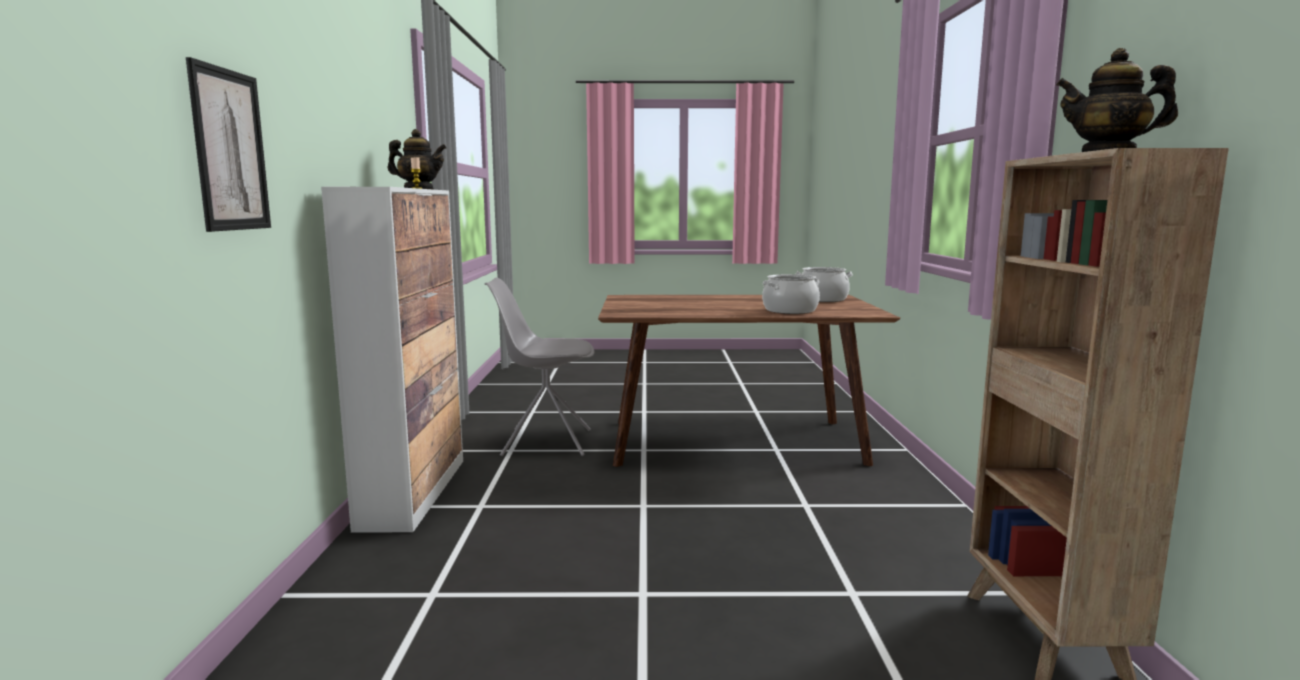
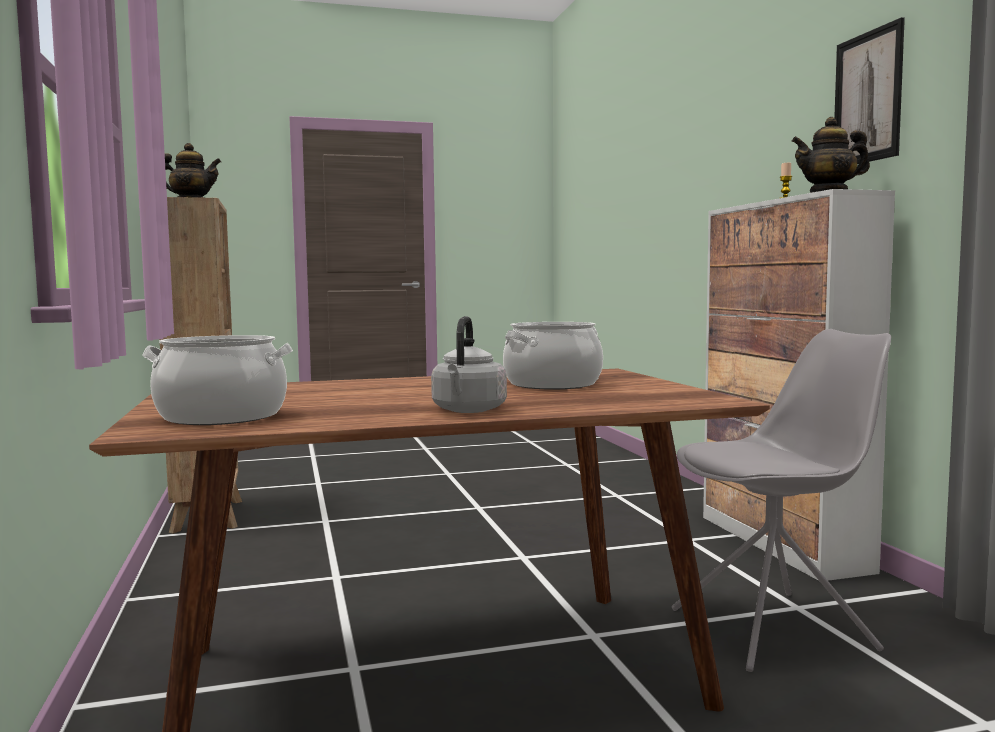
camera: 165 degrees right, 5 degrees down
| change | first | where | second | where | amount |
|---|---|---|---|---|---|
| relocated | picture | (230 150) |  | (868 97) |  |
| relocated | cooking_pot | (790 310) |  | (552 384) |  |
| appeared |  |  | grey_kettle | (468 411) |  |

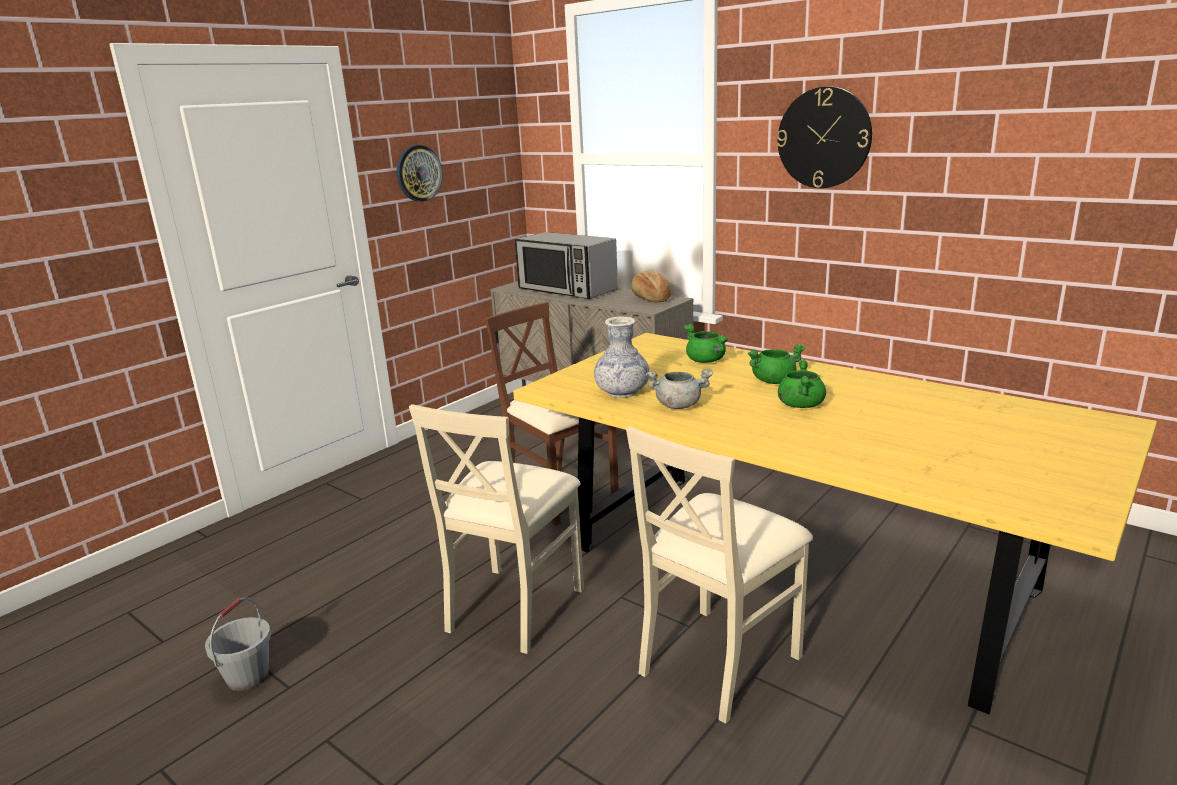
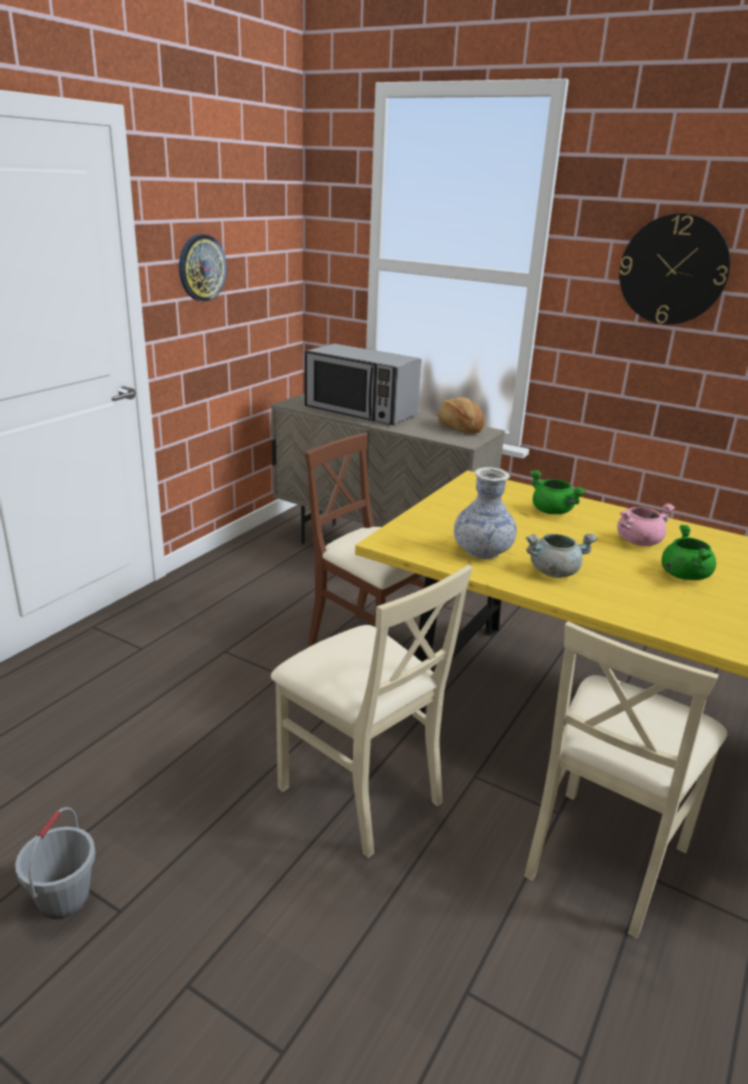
camera: 10 degrees left, 5 degrees up
| change | first | where | second | where | amount |
|---|---|---|---|---|---|
| colour | green_cooking_pot | (774 381) | pink_cooking_pot | (638 541) |  |
| spun | beige_chair | (514 607) |  | (360 791) | 60 degrees counterclockwise |

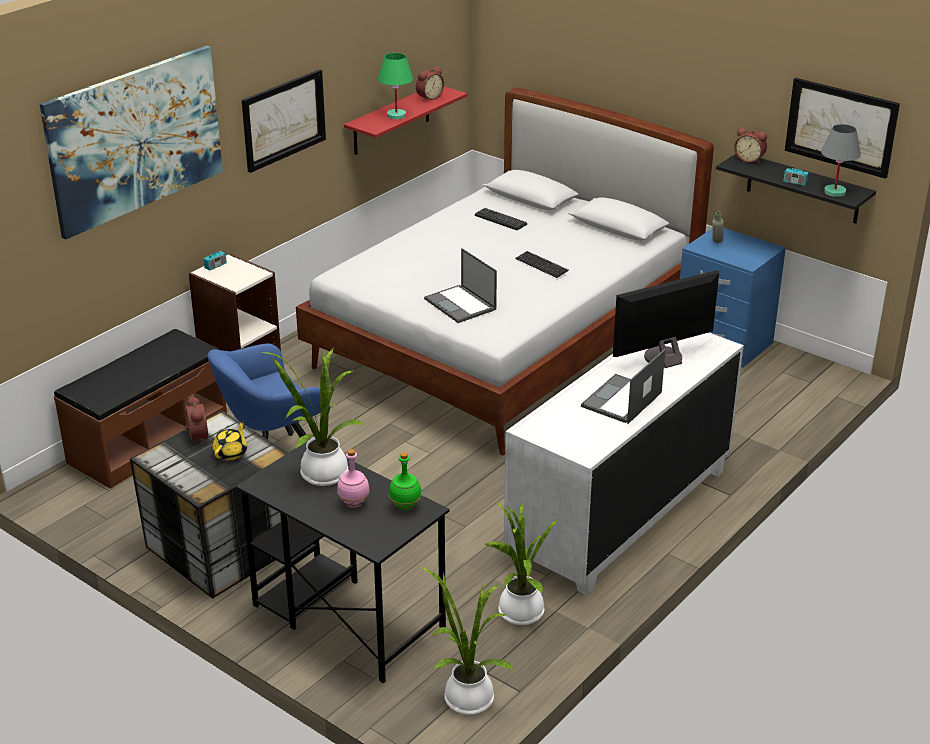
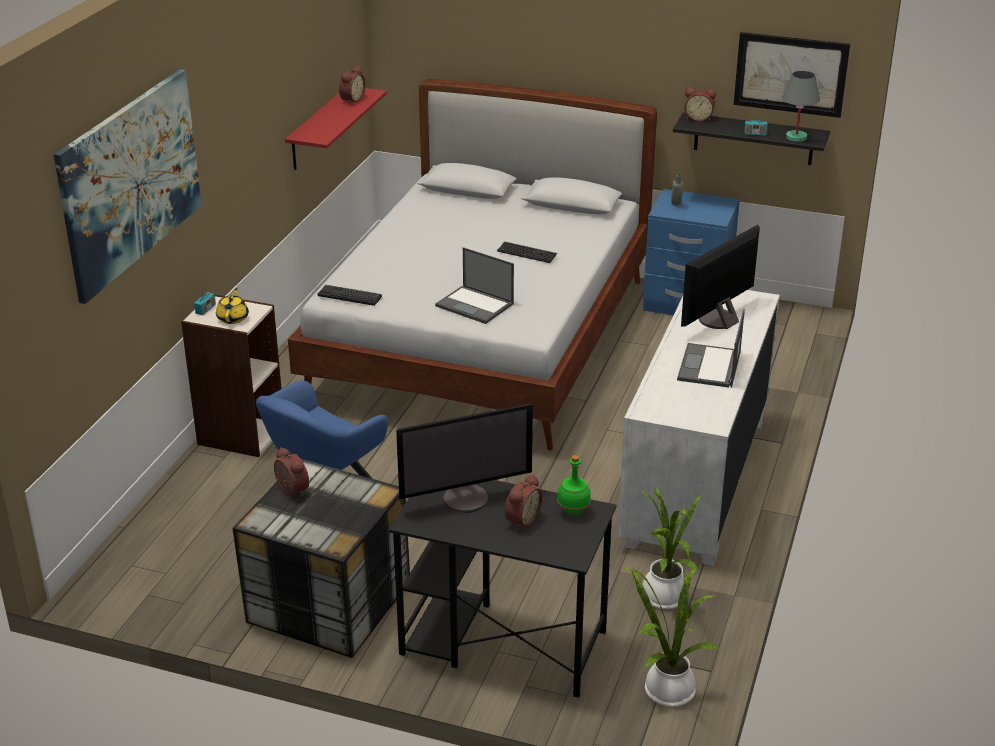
camera: 20 degrees left, 0 degrees up
| change | first | where | second | where | amount |
|---|---|---|---|---|---|
| missing | green_table_lamp | (396 115) |  |  |  |
| missing | picture | (283 119) |  |  |  |
| relocated | keyboard | (500 220) |  | (349 296) |  |
| missing | brown_bench | (148 440) |  |  |  |
| exchanged | potted_plant | (320 473) | monitor | (466 498) |  |
| relocated | yellow_teapot | (231 453) |  | (233 318) |  |
| exchanged | pink_bottle | (354 503) | alarm_clock | (521 519) |  |

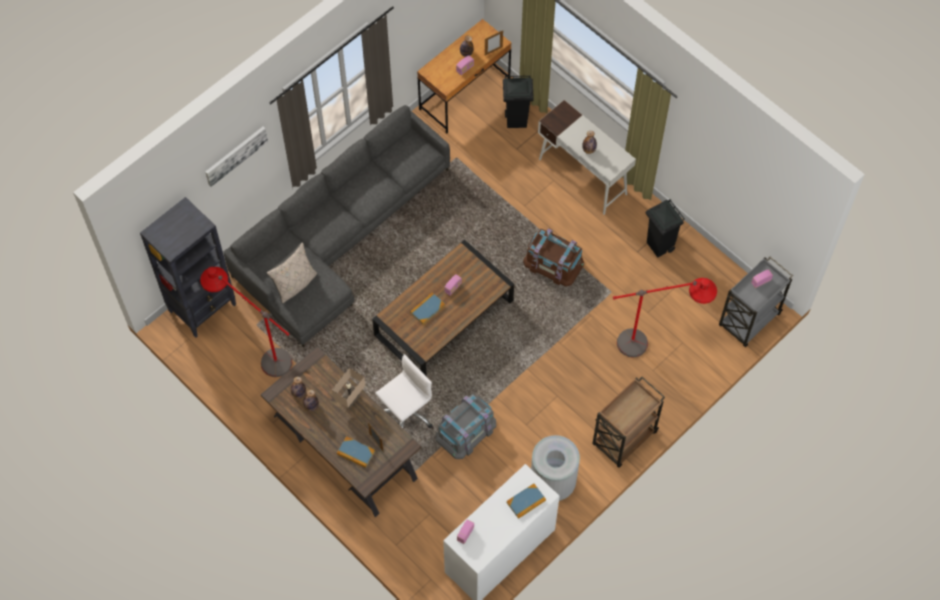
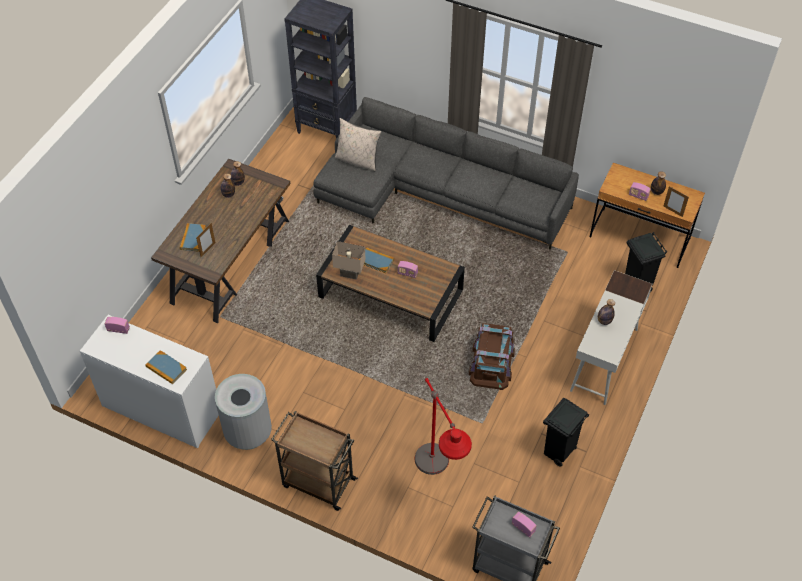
camera: 70 degrees right, 10 degrees down
| change | first | where | second | where | amount |
|---|---|---|---|---|---|
| missing | picture | (235 155) |  |  |  |
| missing | red_floor_lamp | (258 352) |  |  |  |
| missing | white_office_chair | (405 413) |  |  |  |
| relocated | beige_table_lamp | (349 398) |  | (350 273) |  |
| missing | grey_storage_box | (466 431) |  |  |  |

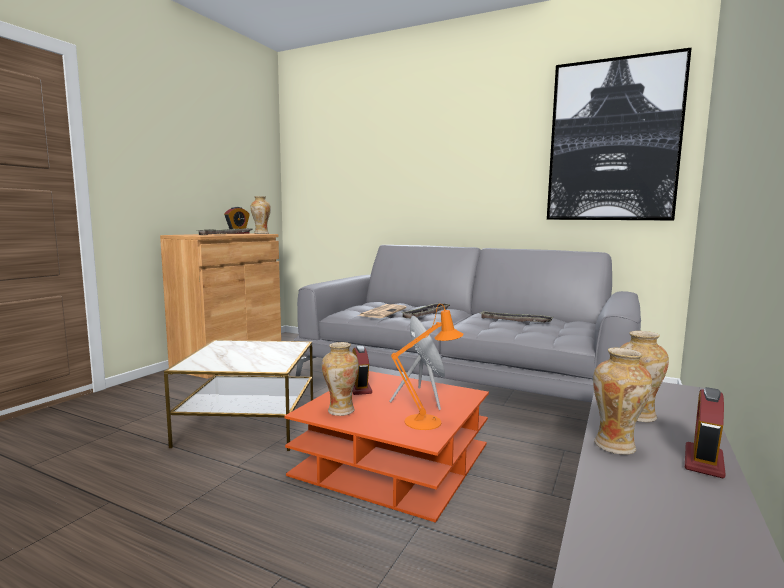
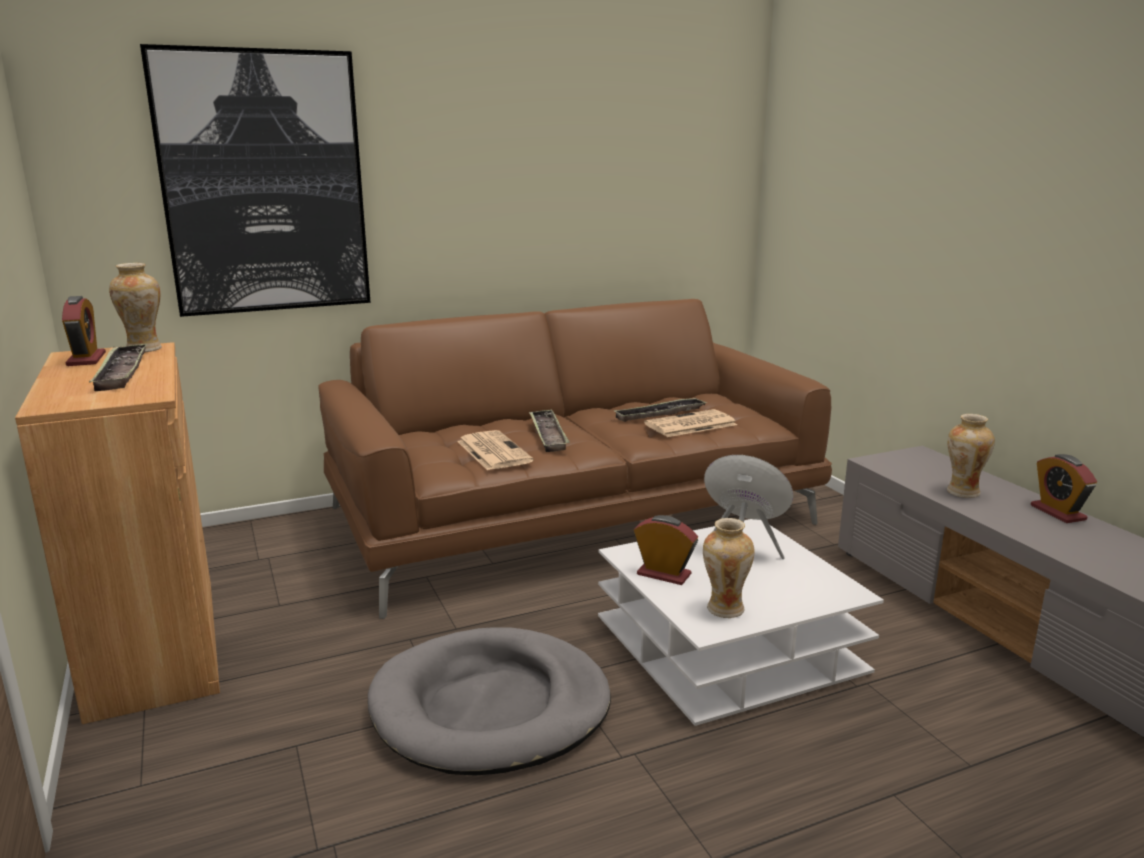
camera: 50 degrees left, 10 degrees up
| change | first | where | second | where | amount |
|---|---|---|---|---|---|
| relocated | picture | (613 141) |  | (264 184) |  |
| colour | grey_sofa | (463 381) | brown_sofa | (575 516) |  |
| missing | orange_table_lamp | (428 421) |  |  |  |
| exchanged | side_table | (249 423) | grey_dog_bed | (490 707) |  |
| missing | vase | (616 446) |  |  |  |
| colour | orange_coffee_table | (393 461) | white_coffee_table | (728 645) |  |
| appeared |  |  | newspaper | (689 425) |  |

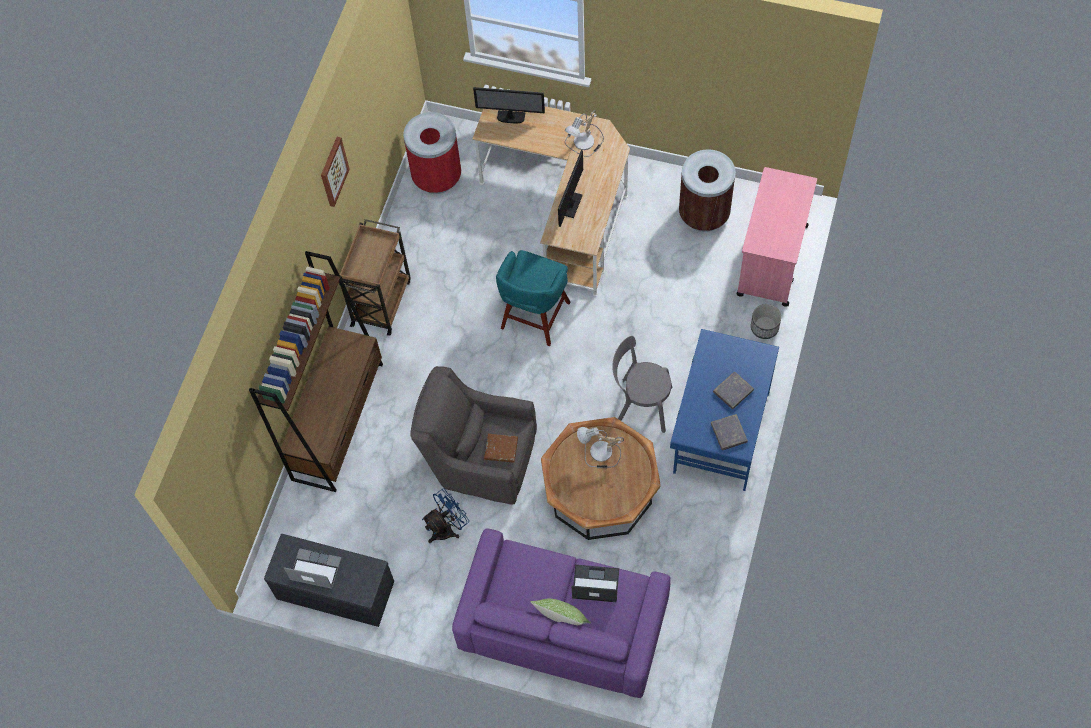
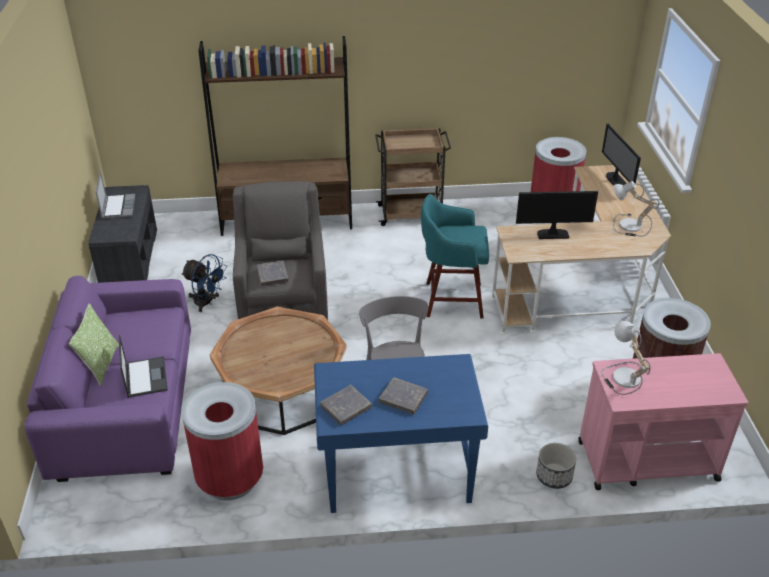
camera: 65 degrees right, 25 degrees down
| change | first | where | second | where | amount |
|---|---|---|---|---|---|
| missing | picture | (333 171) |  |  |  |
| relocated | table_lamp | (599 453) |  | (623 377) |  |
| colour | brown_book | (501 449) | grey_book | (272 275) |  |
| appeared |  |  | red_trash_can | (229 478) |  |

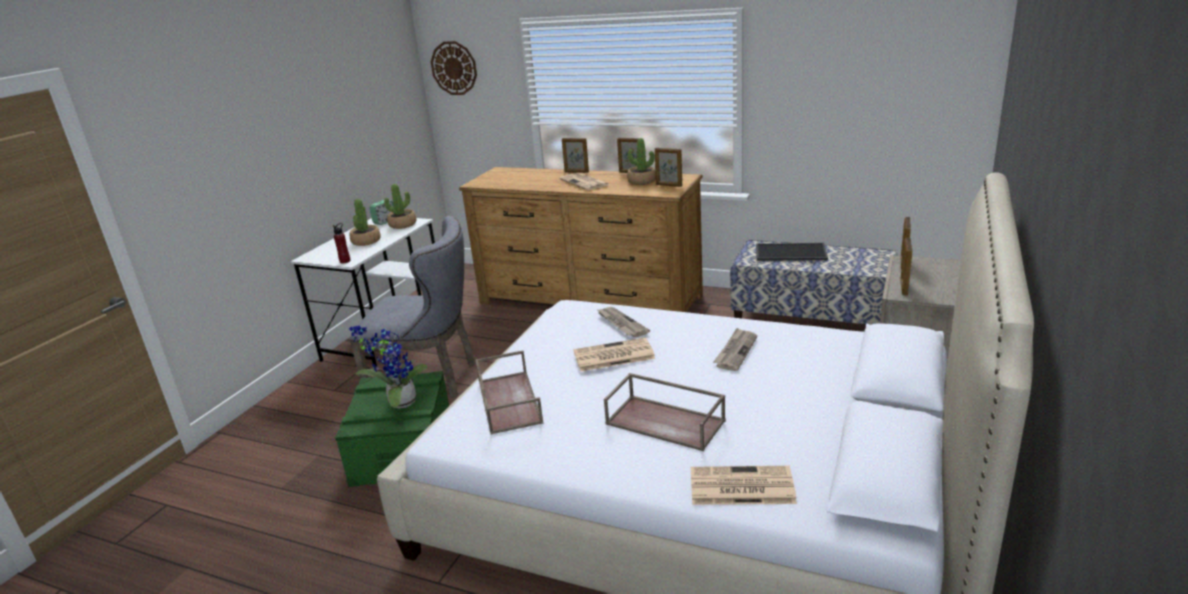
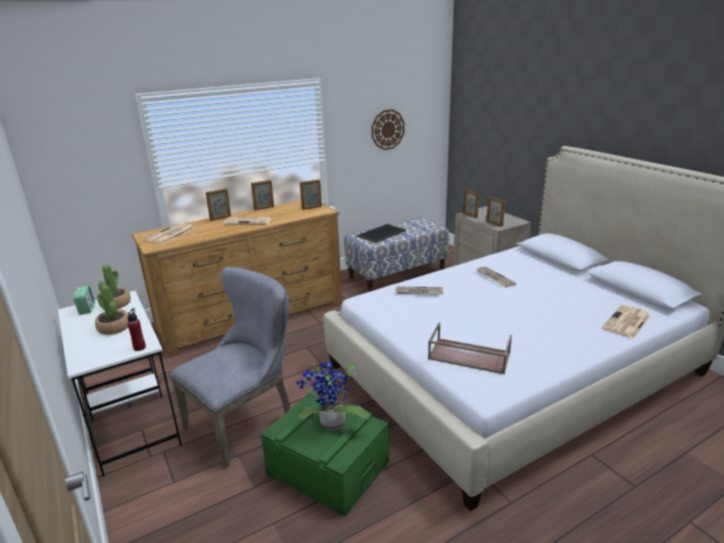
camera: 55 degrees left, 0 degrees up
| change | first | where | second | where | amount |
|---|---|---|---|---|---|
| relocated | wall_clock | (454 68) |  | (387 129) |  |
| missing | potted_plant | (641 181) |  |  |  |
| relocated | newspaper | (612 356) |  | (170 234) |  |
| missing | brown_tray | (666 422) |  |  |  |

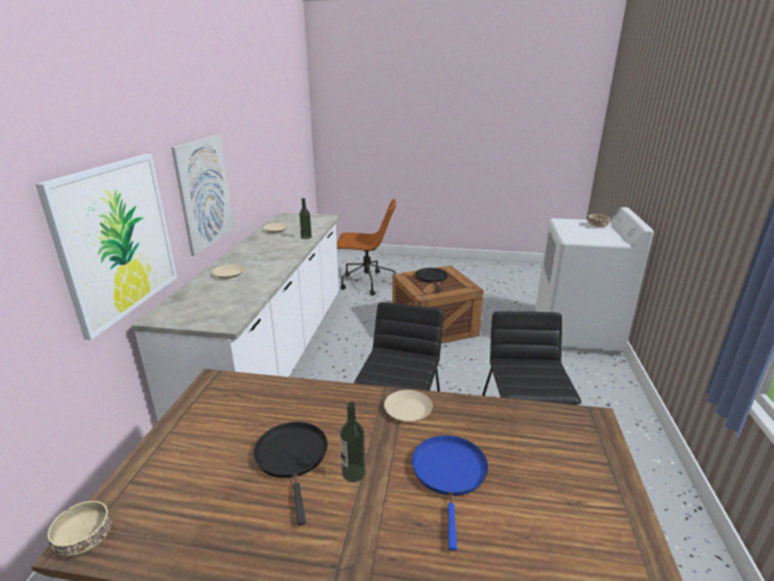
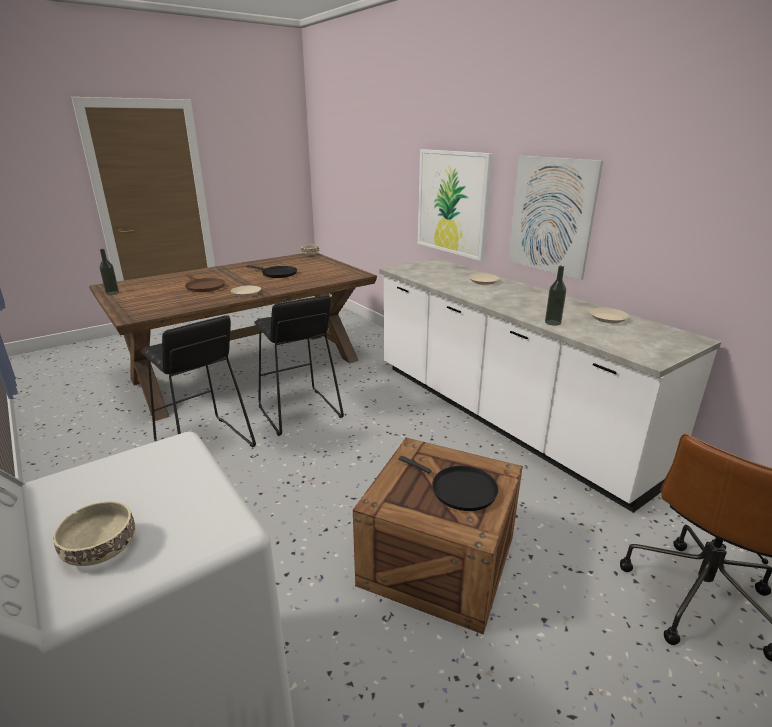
camera: 135 degrees right, 0 degrees up
| change | first | where | second | where | amount |
|---|---|---|---|---|---|
| relocated | bottle | (353 473) |  | (112 293) |  |
| colour | blue_frying_pan | (449 473) | brown_frying_pan | (204 287) |  |

